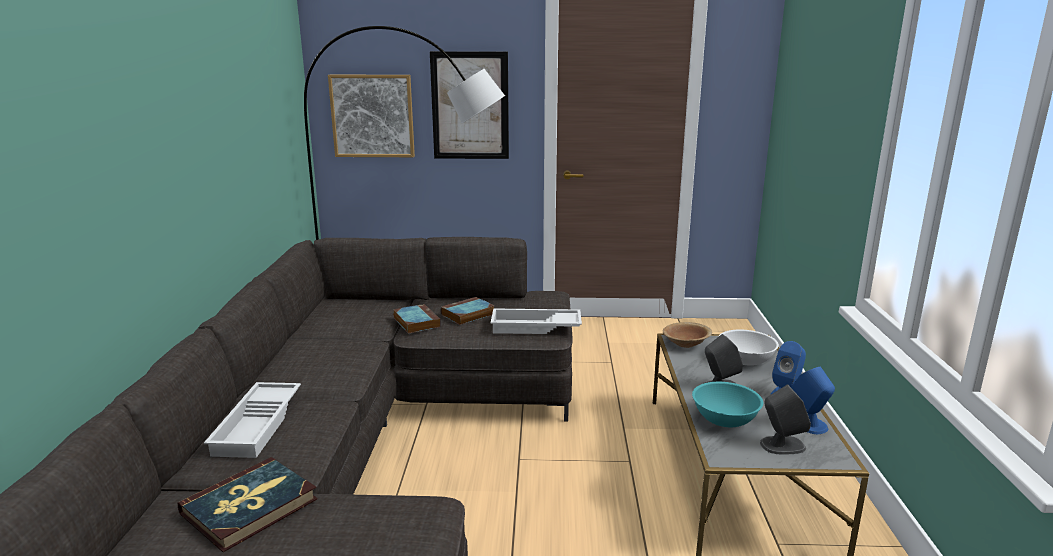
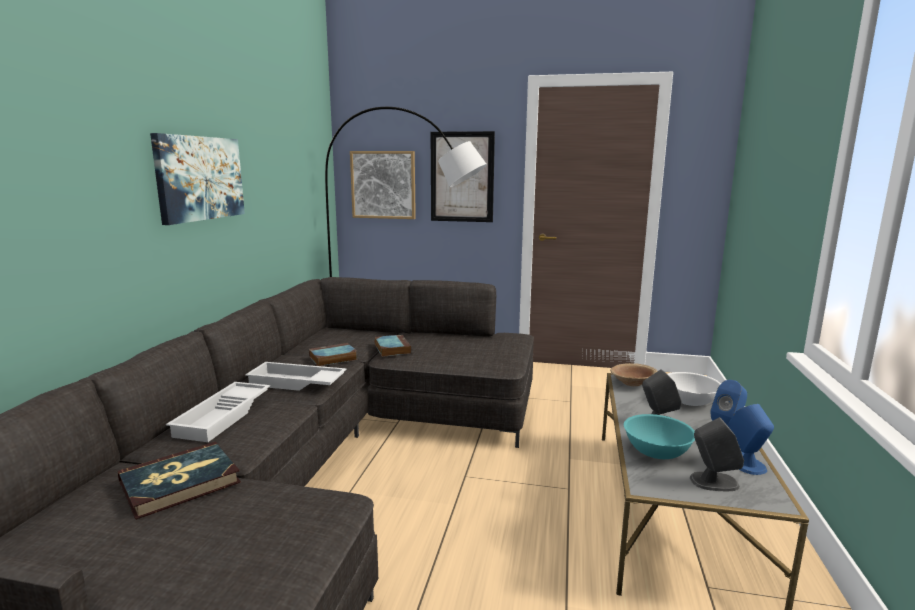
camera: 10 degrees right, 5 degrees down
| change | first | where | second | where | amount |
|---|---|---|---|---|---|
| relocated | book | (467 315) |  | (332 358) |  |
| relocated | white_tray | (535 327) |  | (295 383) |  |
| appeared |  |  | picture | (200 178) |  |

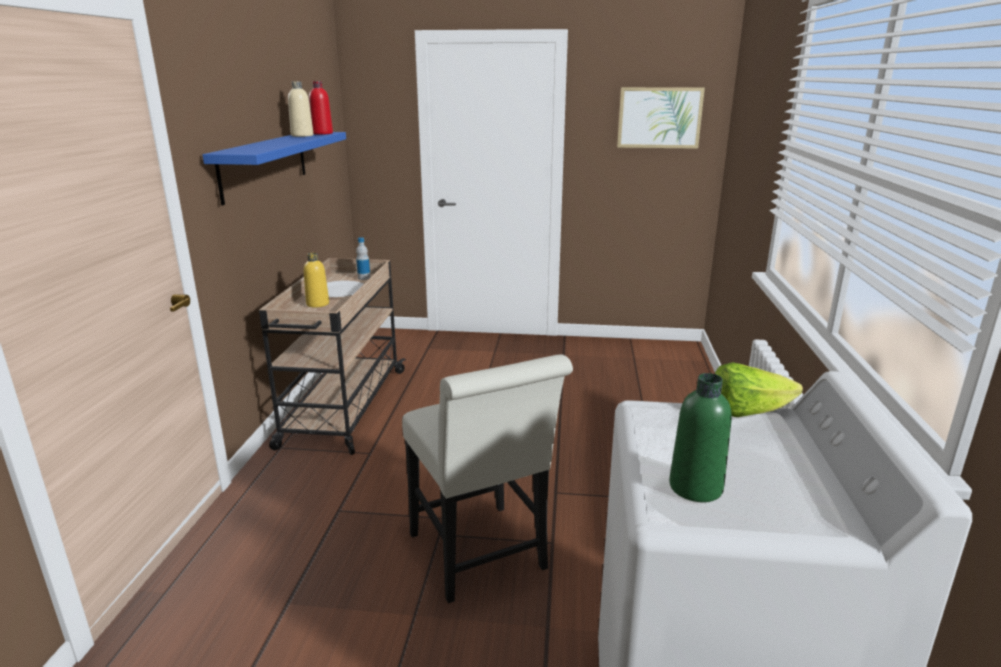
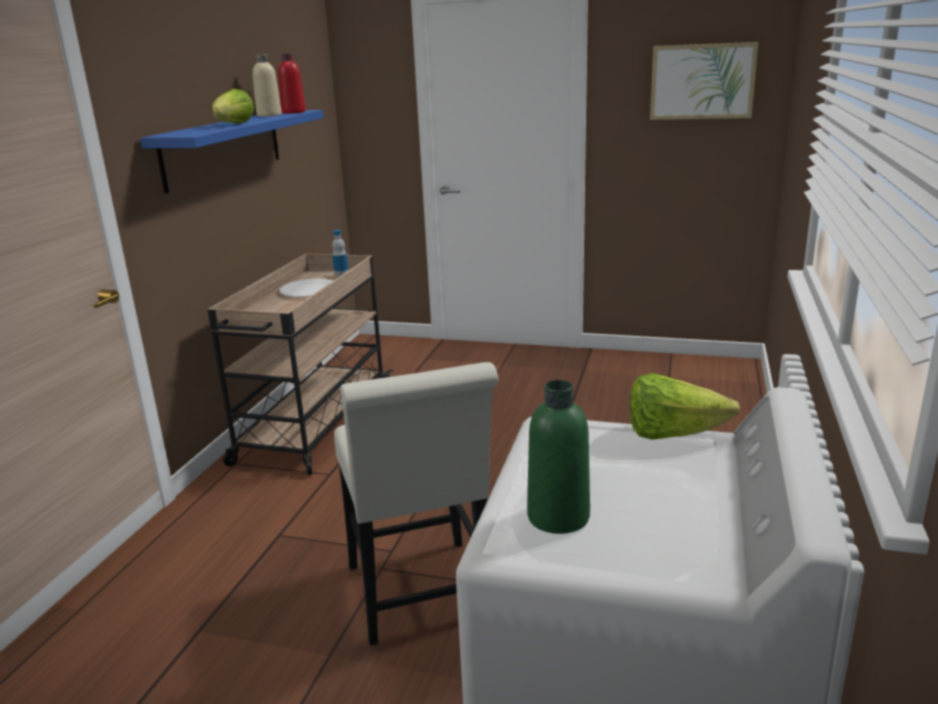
camera: 10 degrees right, 0 degrees up
| change | first | where | second | where | amount |
|---|---|---|---|---|---|
| missing | yellow_bottle | (317 304) |  |  |  |
| appeared |  |  | lettuce | (234 124) |  |

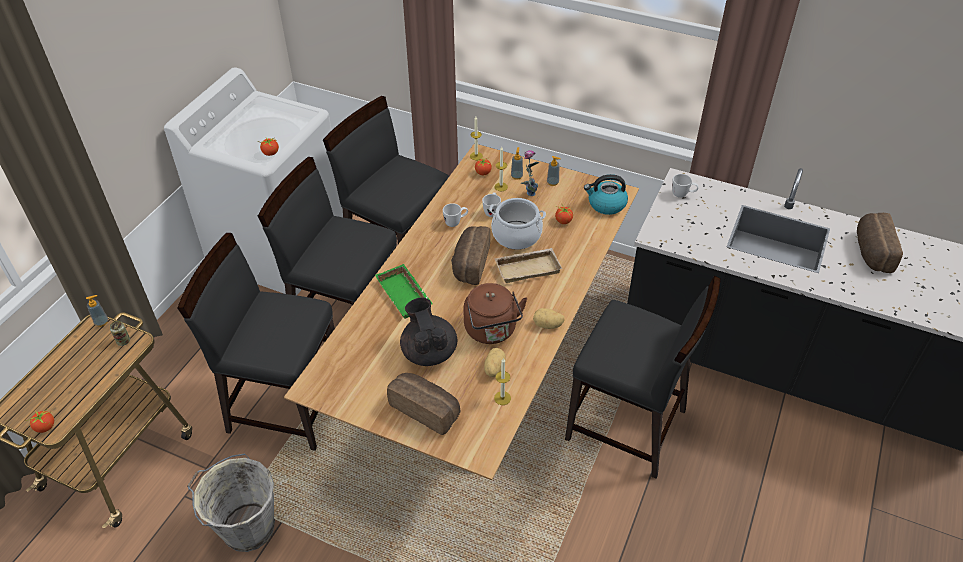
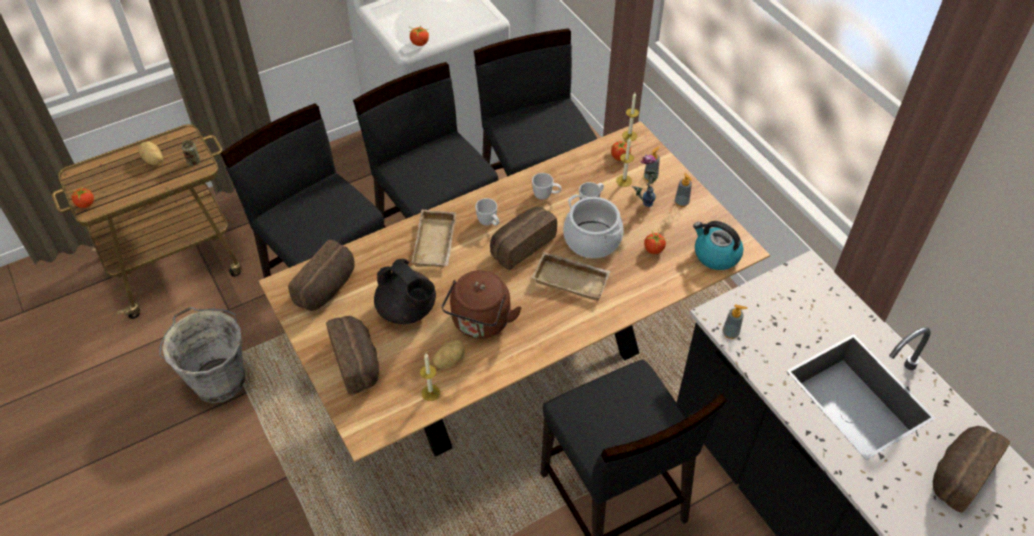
camera: 35 degrees right, 5 degrees up
| change | first | where | second | where | amount |
|---|---|---|---|---|---|
| relocated | white_mug | (683 195) |  | (489 223) |  |
| colour | green_tray | (406 295) | beige_tray | (436 244) |  |
| relocated | soap_dispenser | (101 322) |  | (730 333) |  |
| spun | black_teapot | (429 352) |  | (407 310) | 120 degrees clockwise |
| relocated | potato | (548 325) |  | (153 160) |  |
| appeared |  |  | bread | (328 288) |  |

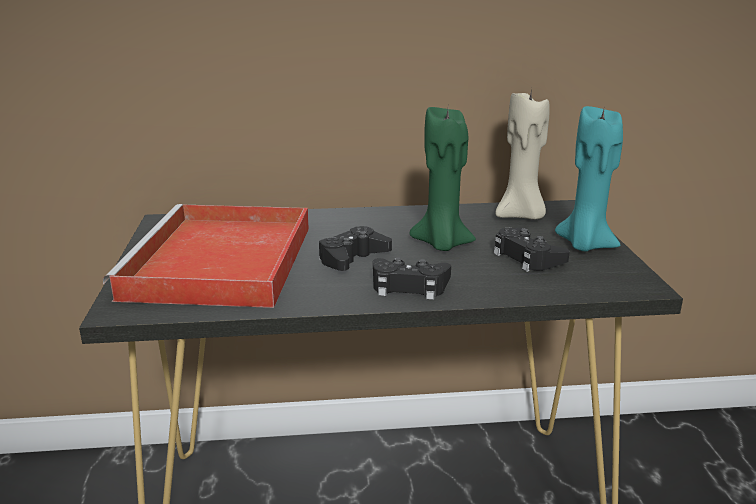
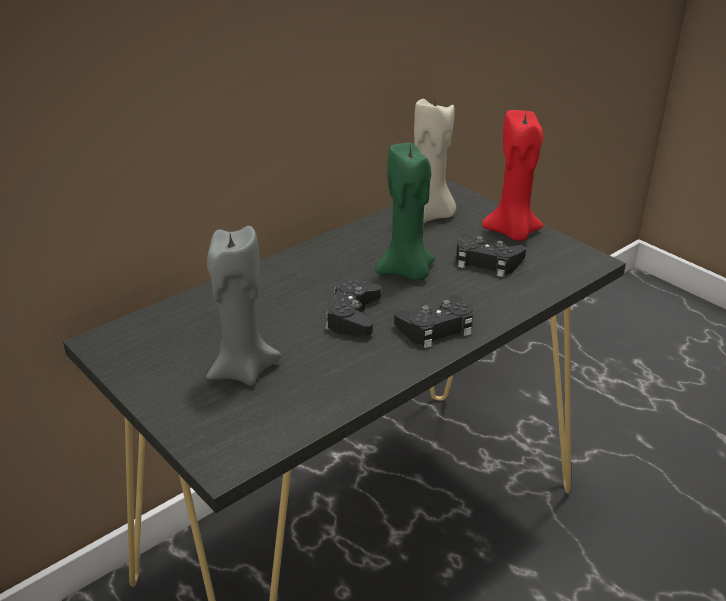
camera: 35 degrees left, 10 degrees up
| change | first | where | second | where | amount |
|---|---|---|---|---|---|
| colour | turquoise_candle | (584 245) | red_candle | (512 232) |  |
| exchanged | red_tray | (221 263) | grey_candle | (243 370) |  |

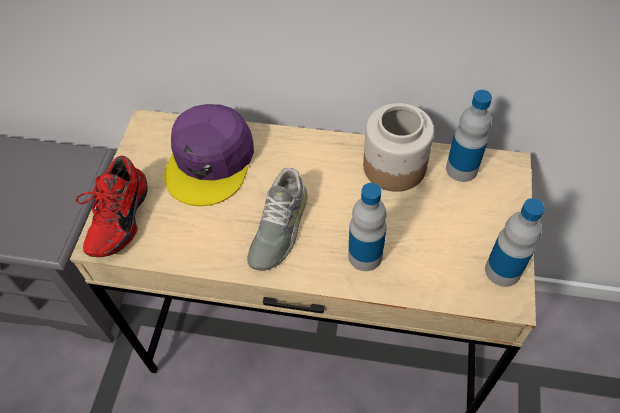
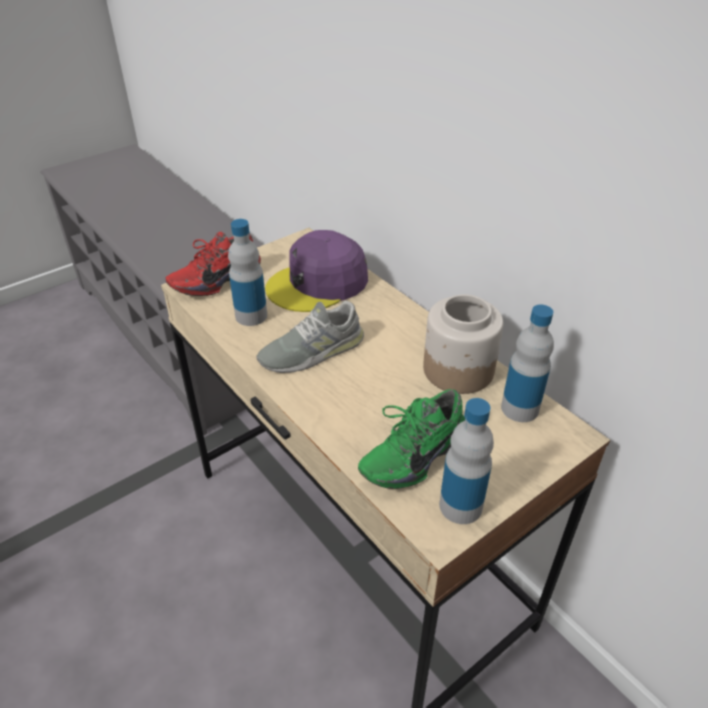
camera: 40 degrees right, 15 degrees down
| change | first | where | second | where | amount |
|---|---|---|---|---|---|
| relocated | bottle | (365 256) |  | (251 316) |  |
| appeared |  |  | green_shoe | (410 455) |  |

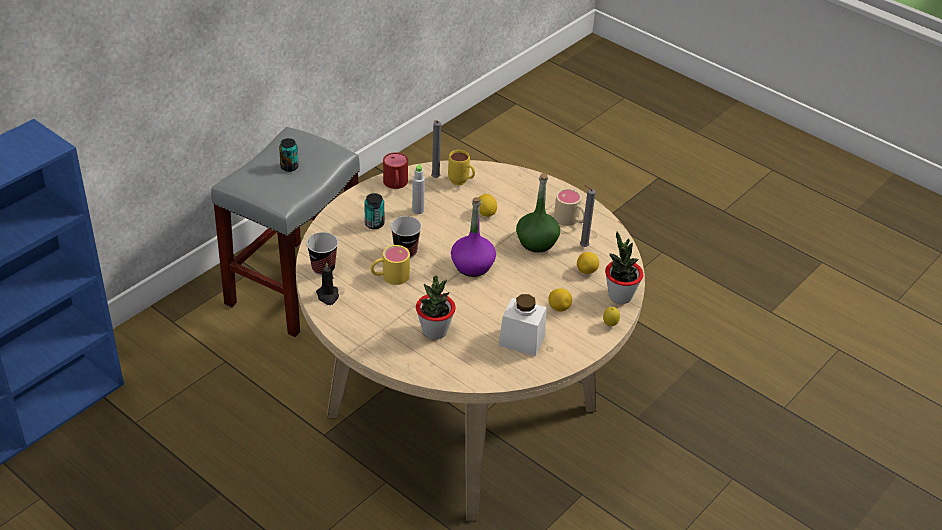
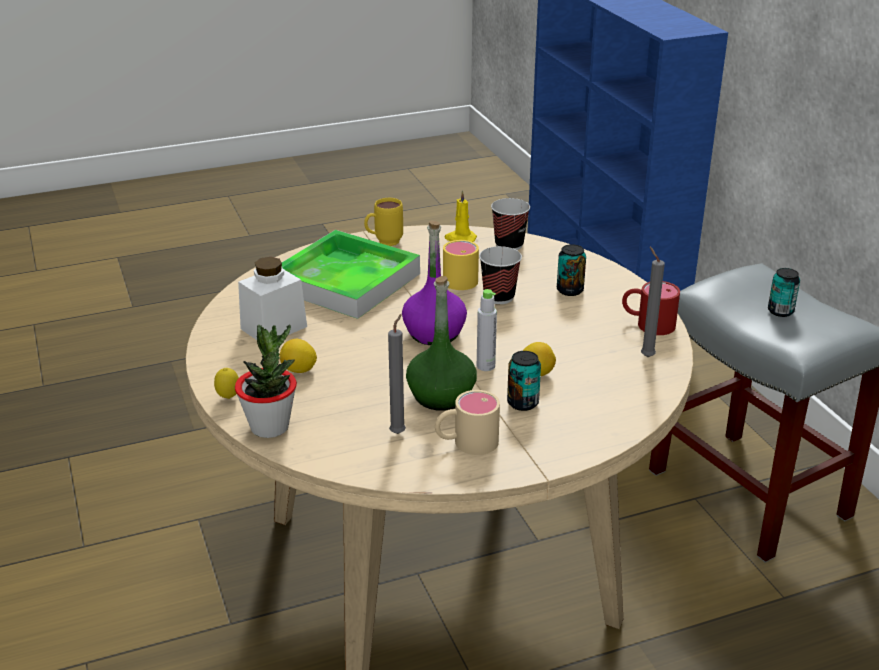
camera: 120 degrees right, 10 degrees down
| change | first | where | second | where | amount |
|---|---|---|---|---|---|
| relocated | yellow_mug | (461 183) |  | (383 243) |  |
| relocated | grey_bottle | (418 210) |  | (485 366) |  |
| missing | lemon | (587 271) |  |  |  |
| colour | black_candle | (328 296) | yellow_candle | (460 238) |  |
| exchanged | potted_plant | (434 331) | tray | (346 281) |  |
| appeared |  |  | can | (522 403) |  |

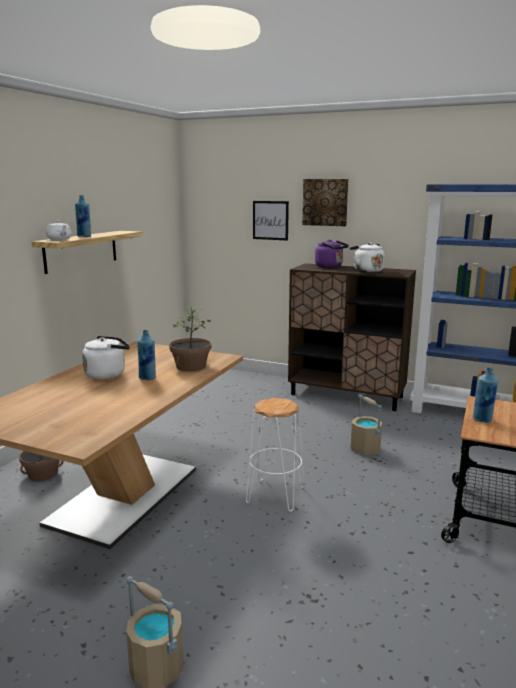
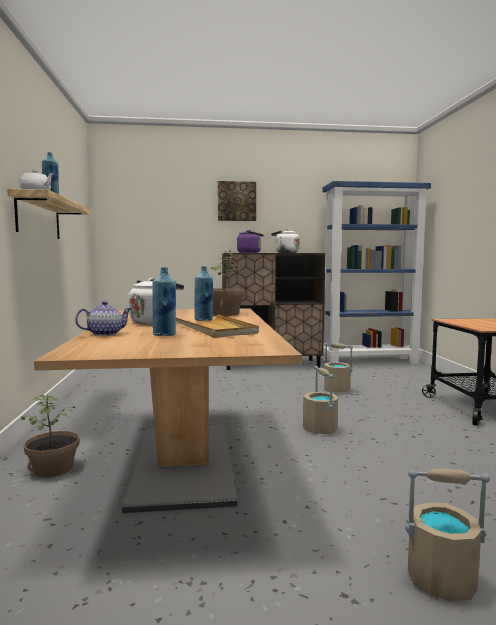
camera: 30 degrees left, 10 degrees down
| change | first | where | second | where | amount |
|---|---|---|---|---|---|
| missing | picture | (270 220) |  |  |  |
| relocated | blue_bottle | (482 419) |  | (165 335) |  |
| exchanged | white_stool | (275 495) | beige_bucket | (320 429) |  |
| appeared |  |  | teapot | (105 334) |  |
| appeared |  |  | beige_tray | (215 329) |  |

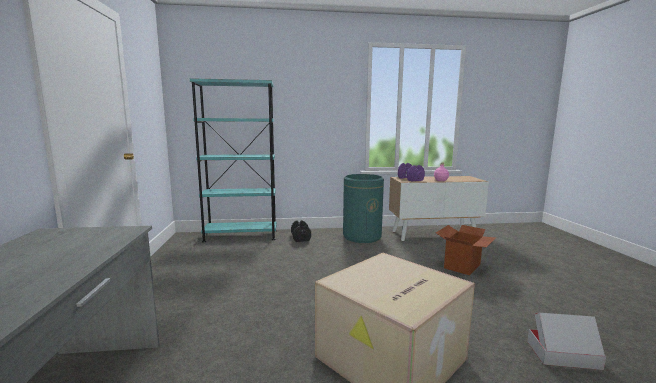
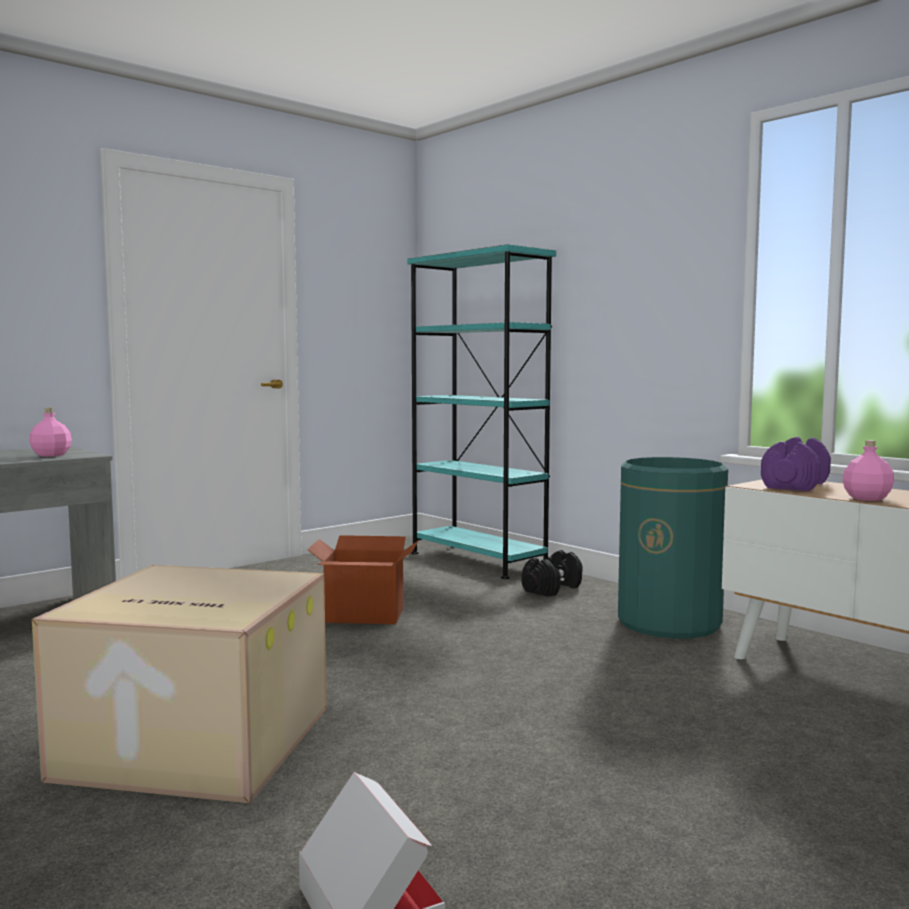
camera: 55 degrees right, 5 degrees down
| change | first | where | second | where | amount |
|---|---|---|---|---|---|
| relocated | cardboard_box | (463 266) |  | (365 616) |  |
| appeared |  |  | pink_bottle | (51 455) |  |

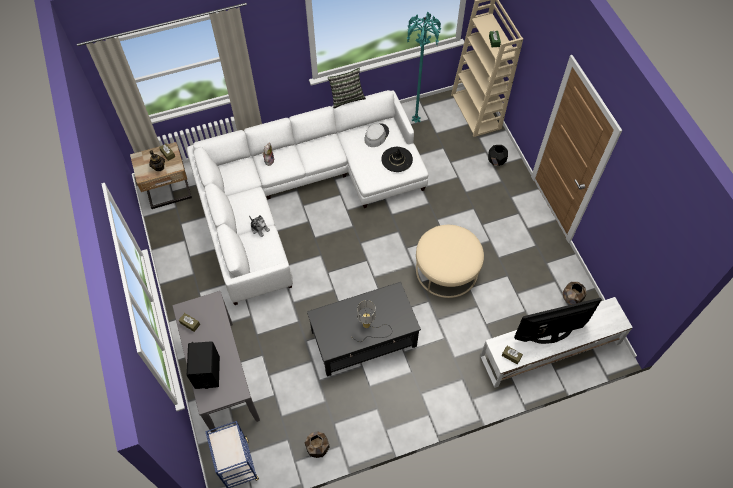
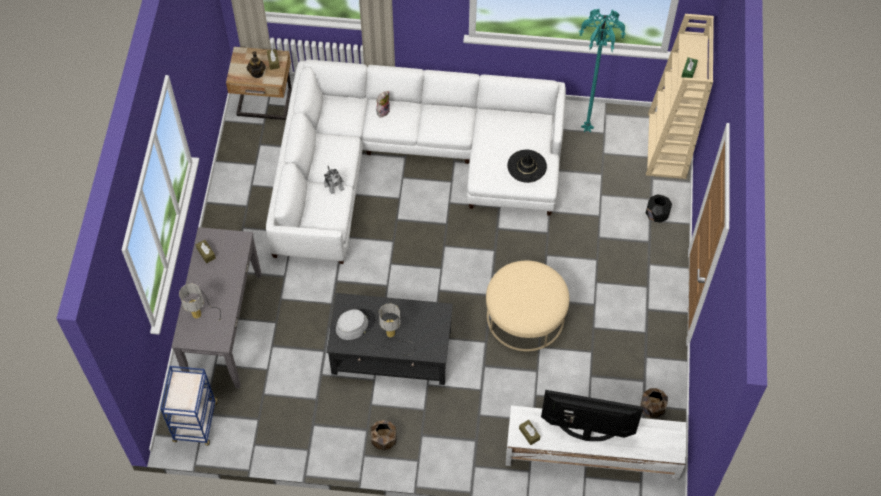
camera: 25 degrees right, 0 degrees up
| change | first | where | second | where | amount |
|---|---|---|---|---|---|
| missing | pillow | (346 98) |  |  |  |
| relocated | grey_hat | (376 135) |  | (355 324) |  |
| exchanged | black_speaker | (207 372) | table_lamp | (199 309) |  |
| relocated | brown_planter | (317 448) |  | (383 440) |  |

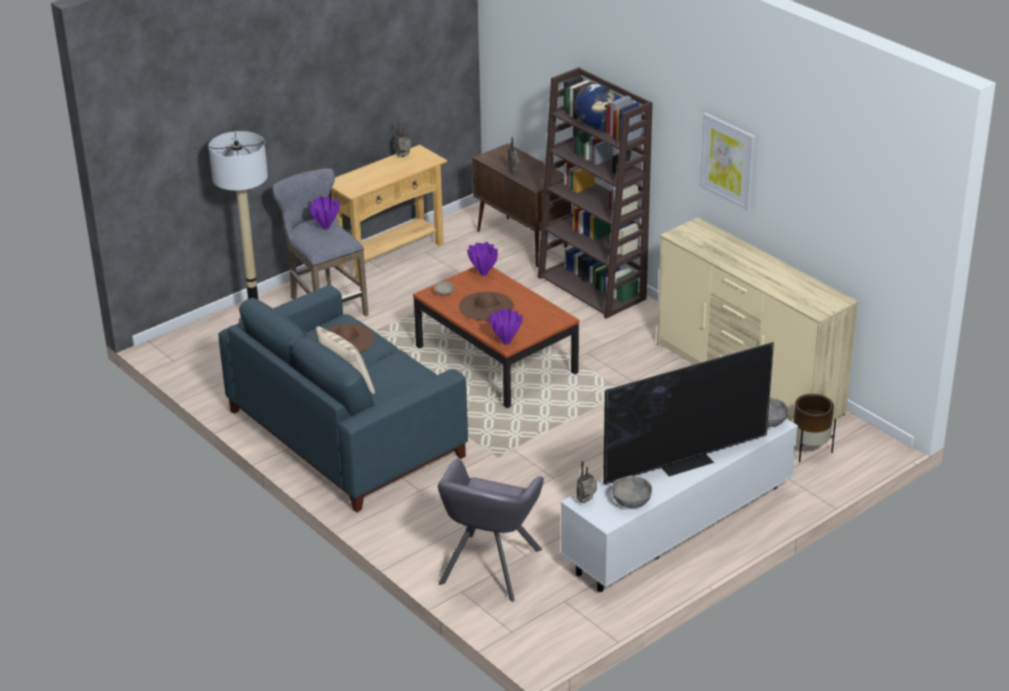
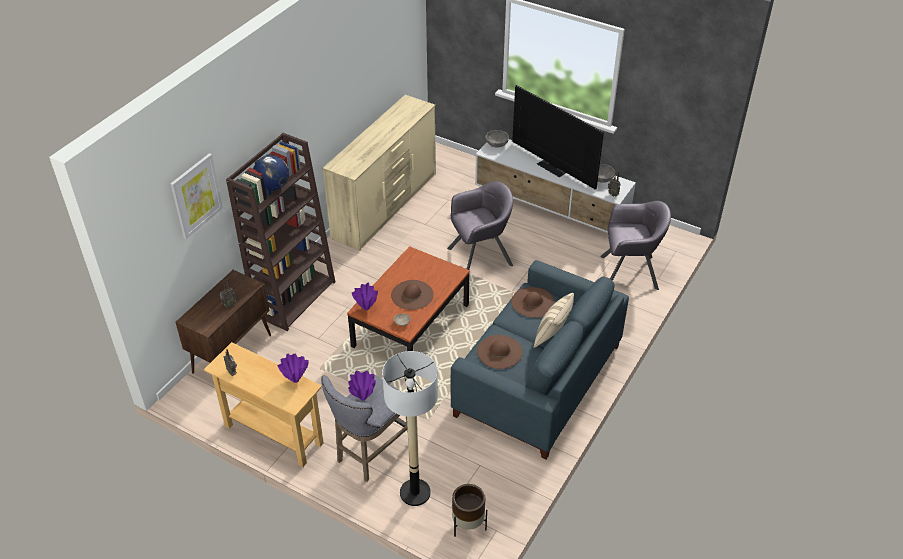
camera: 110 degrees left, 10 degrees up
| change | first | where | second | where | amount |
|---|---|---|---|---|---|
| relocated | picture | (728 161) |  | (196 195) |  |
| relocated | purple_vase | (506 342) |  | (295 380) |  |
| relocated | brown_planter | (810 451) |  | (467 525) |  |
| appeared |  |  | grey_armchair | (480 257) |  |
| appeared |  |  | brown_hat | (532 302) |  |

